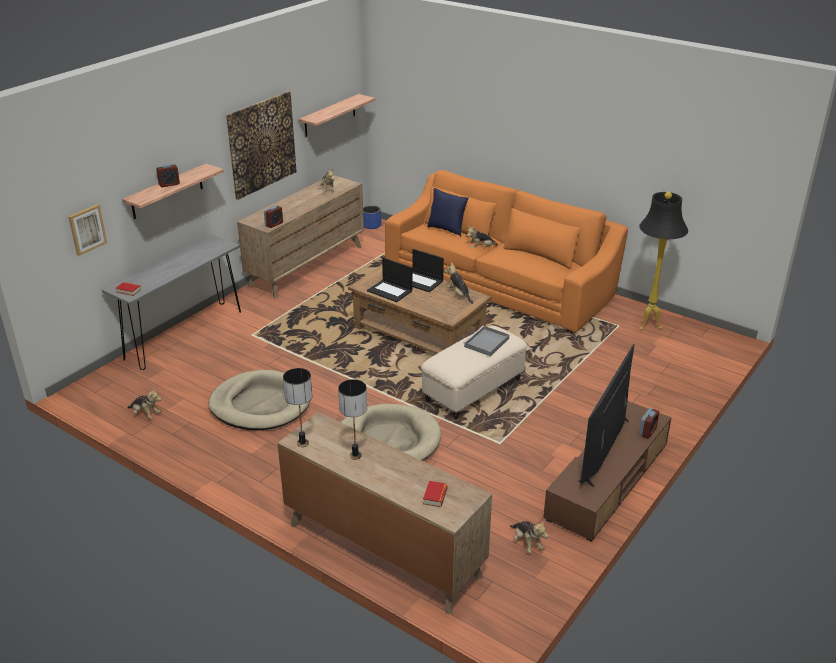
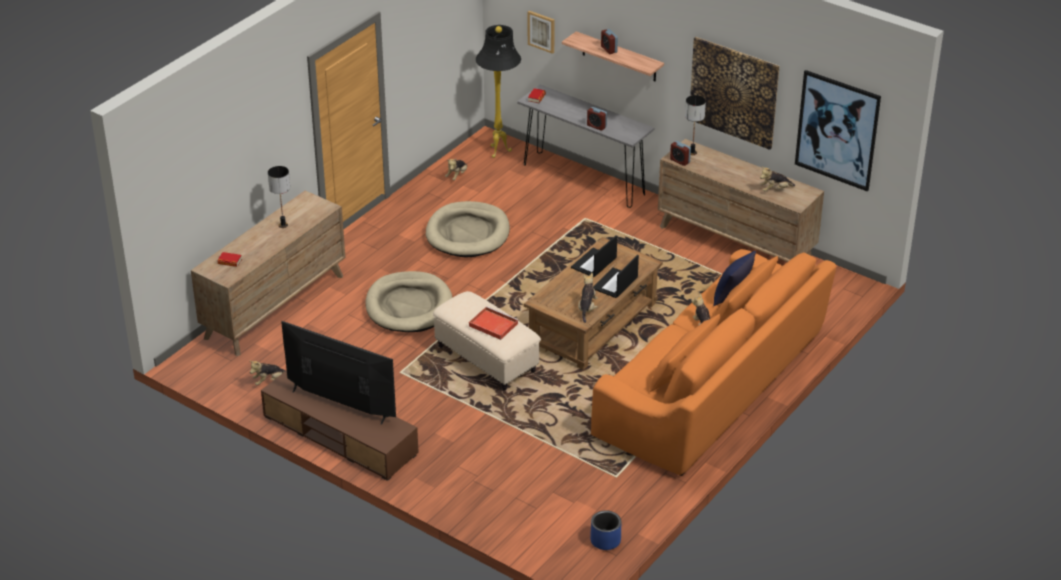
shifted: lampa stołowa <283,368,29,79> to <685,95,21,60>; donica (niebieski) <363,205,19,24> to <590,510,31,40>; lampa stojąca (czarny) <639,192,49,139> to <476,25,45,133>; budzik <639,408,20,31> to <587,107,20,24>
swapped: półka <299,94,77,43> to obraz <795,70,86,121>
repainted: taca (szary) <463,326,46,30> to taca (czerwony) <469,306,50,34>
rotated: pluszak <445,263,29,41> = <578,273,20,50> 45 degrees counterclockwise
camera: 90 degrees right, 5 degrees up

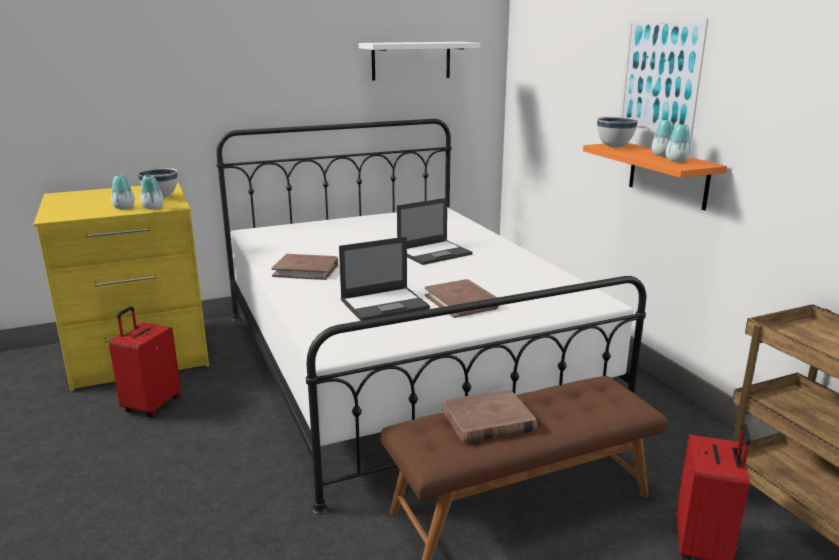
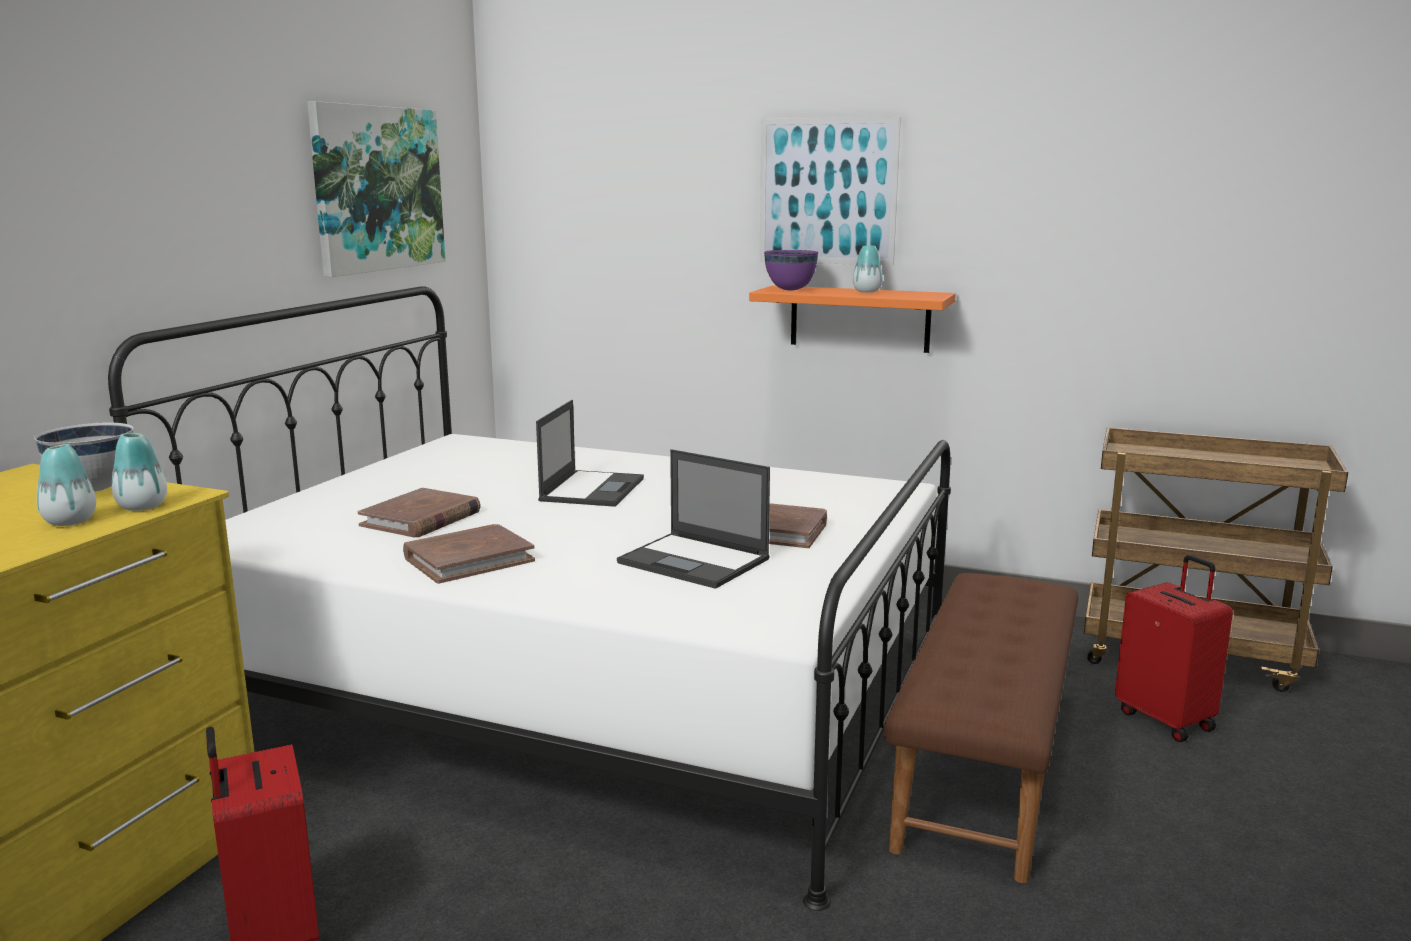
gone: wazon <666,124,25,38>
shifted: książka (brązowy) <443,389,94,54> to <358,488,123,49>
swapped: półka (biały) <358,42,122,39> to obraz <307,101,138,176>
repainted: miska (biały) <597,117,41,30> to miska (fioletowy) <764,250,55,40>
rotated: laptop <339,237,91,84> = <617,449,153,140> 105 degrees clockwise
camera: 45 degrees left, 5 degrees down

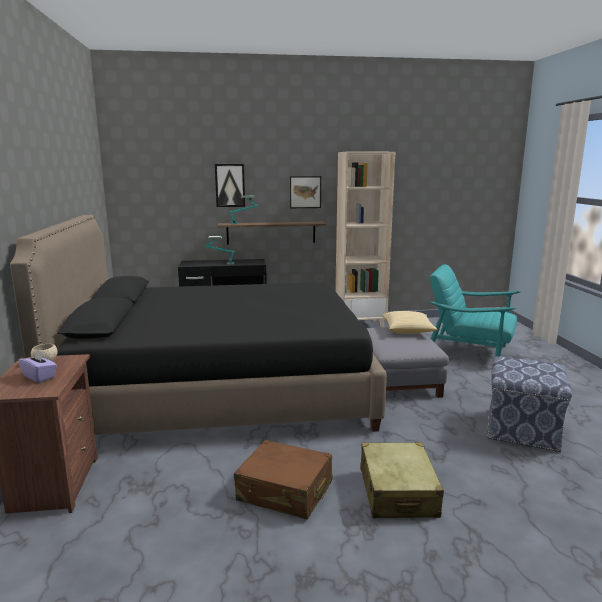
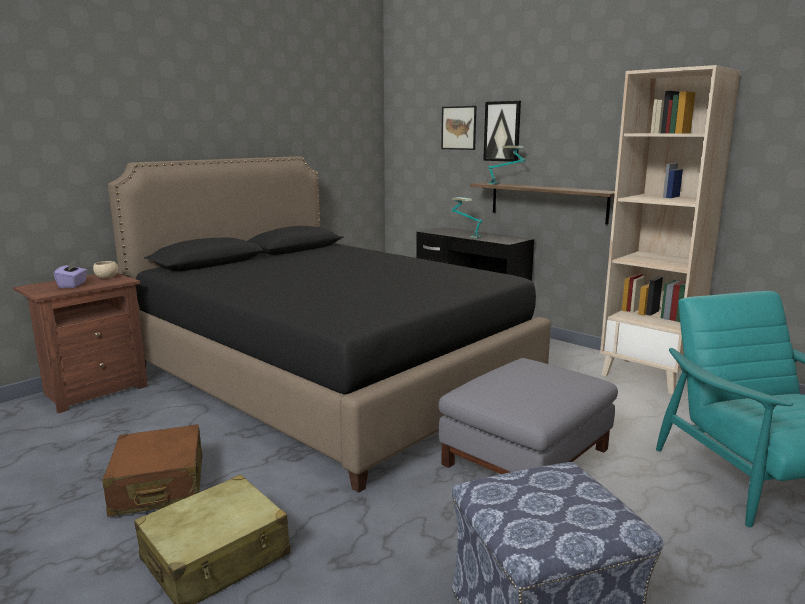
gone: poduszka <382,311,55,23>
shifted: obraz <290,176,31,32> to <441,106,36,44>
camera: 50 degrees right, 0 degrees up

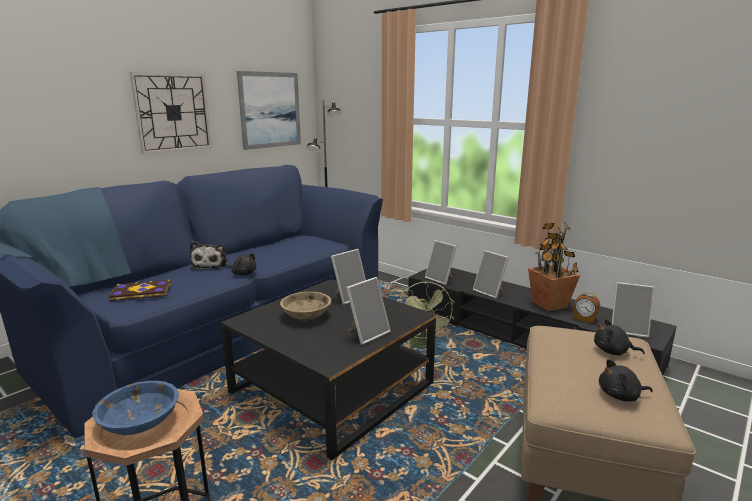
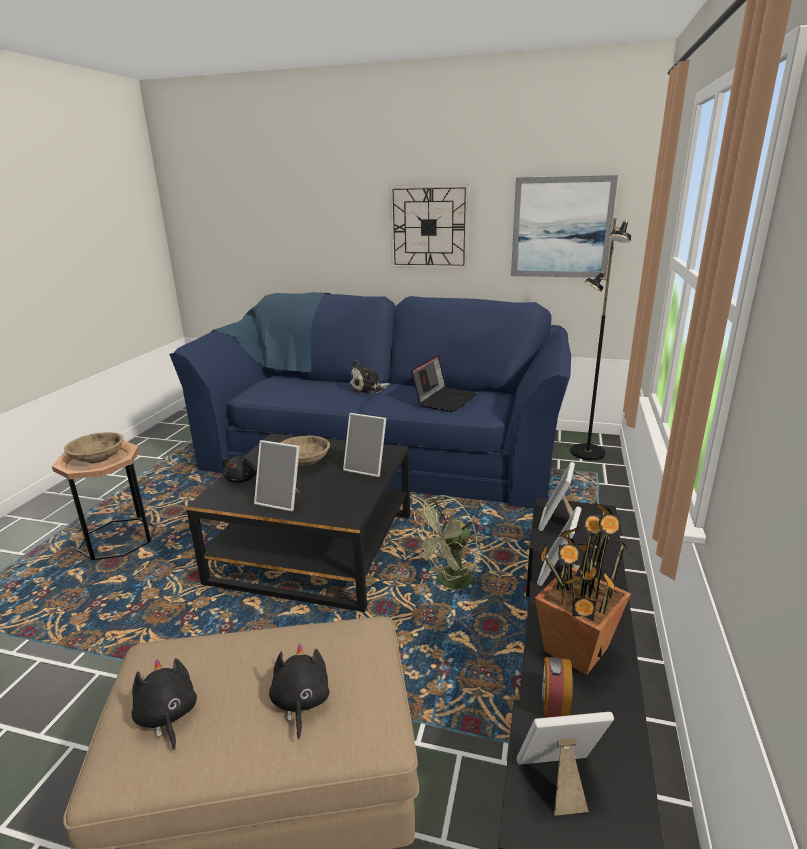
gone: książka <109,280,62,21>
new: laptop <411,355,66,57>
shifted: pluszak (czarny) <229,253,28,22> to <222,456,35,27>
repainted: miska (niebieski) <92,381,87,54> to miska (beżowy) <64,432,60,31>
rotated: ramka na zdjęcie <612,282,42,56> = <517,712,97,104> 90 degrees clockwise
camera: 65 degrees right, 5 degrees up

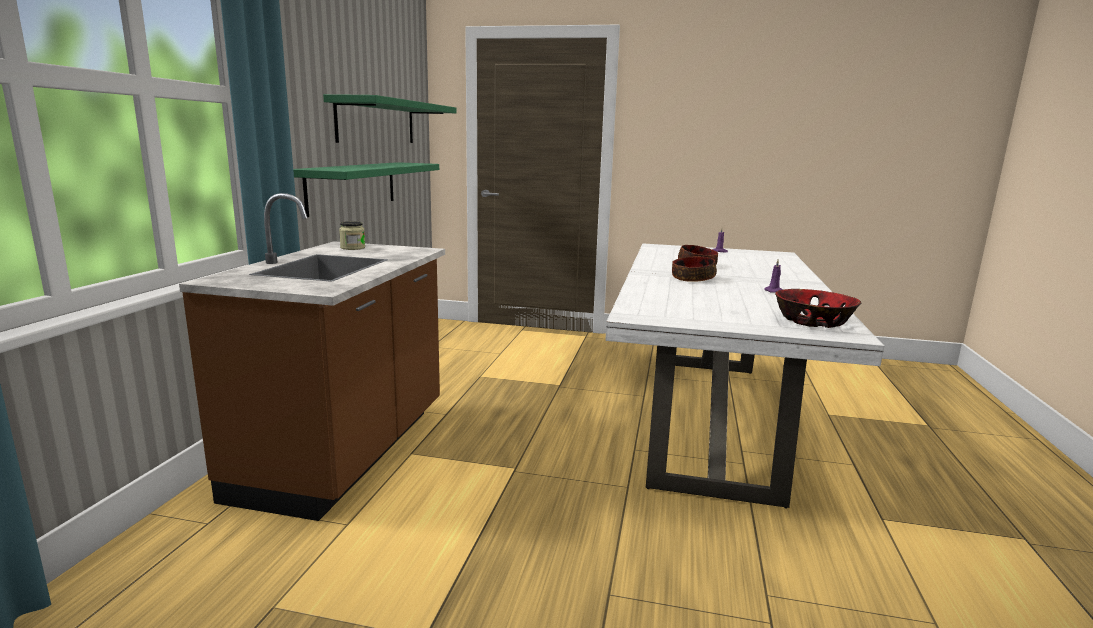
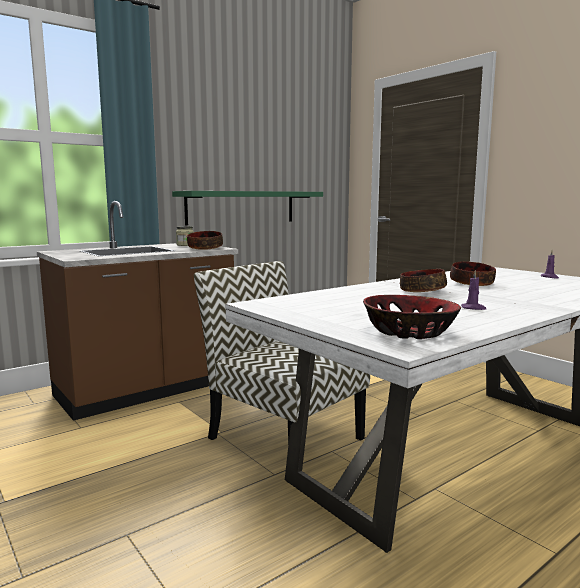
gone: półka (zielony) <323,94,134,49>
new: miska <187,231,36,19>; krzesło <194,261,176,183>
camera: 40 degrees right, 5 degrees down

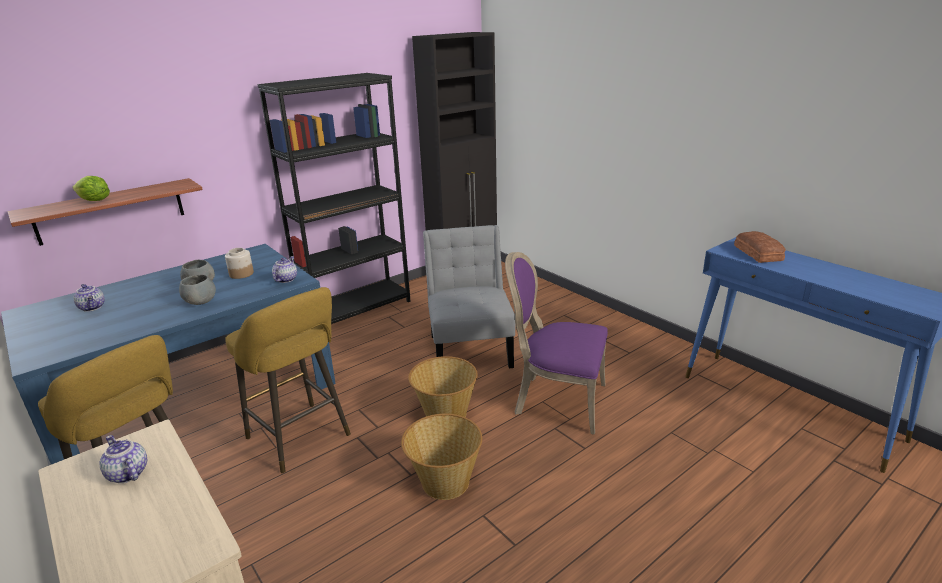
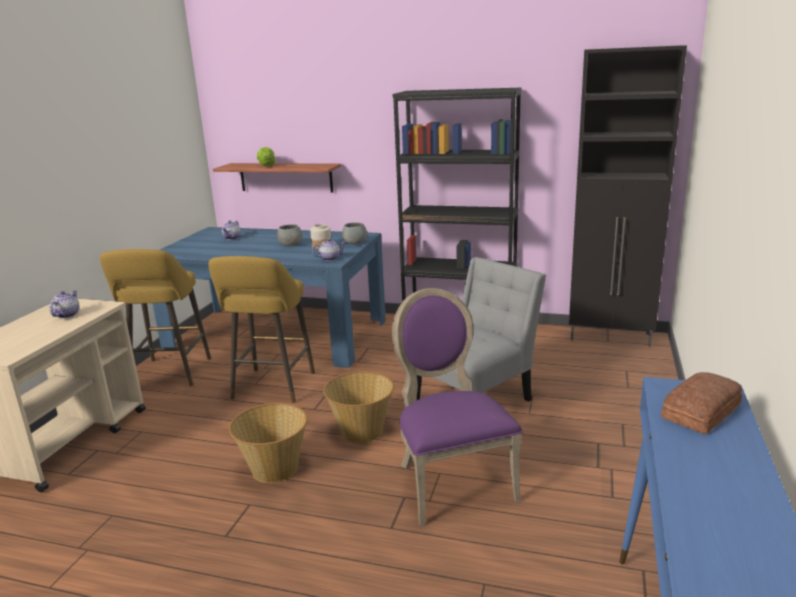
shifted: miska (szary) <179,274,37,31> to <342,222,25,23>
camera: 55 degrees right, 5 degrees down

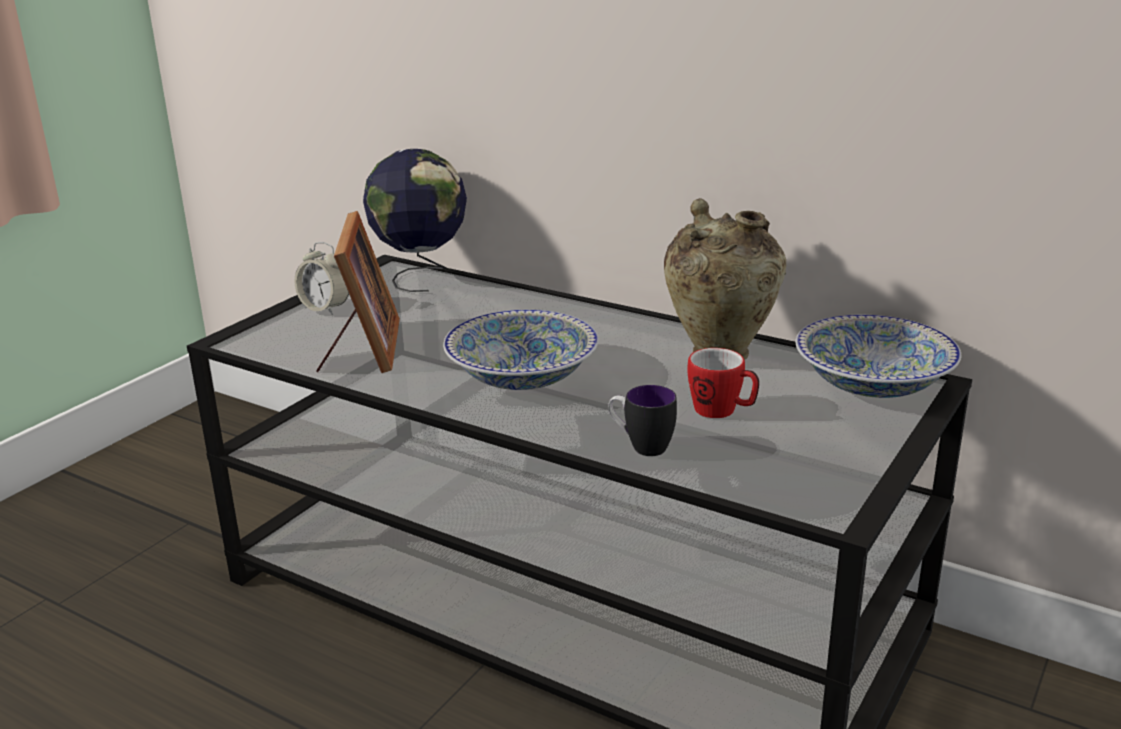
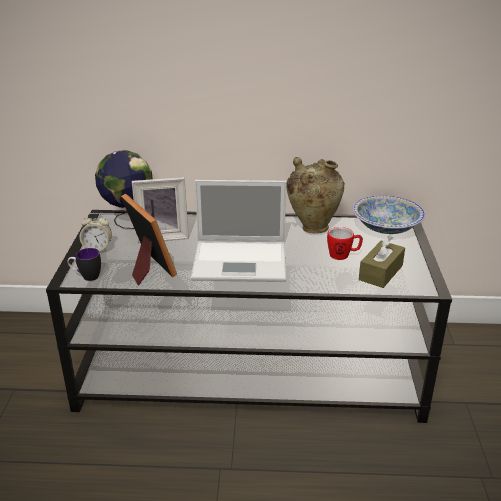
new: ramka na zdjęcie <132,177,57,66>; pudełko chusteczek (brązowy) <359,235,46,53>
shifted: kubek <608,385,69,71> to <67,248,34,33>
swapped: miska <443,310,156,80> to laptop <191,180,95,102>
camera: 30 degrees left, 5 degrees up

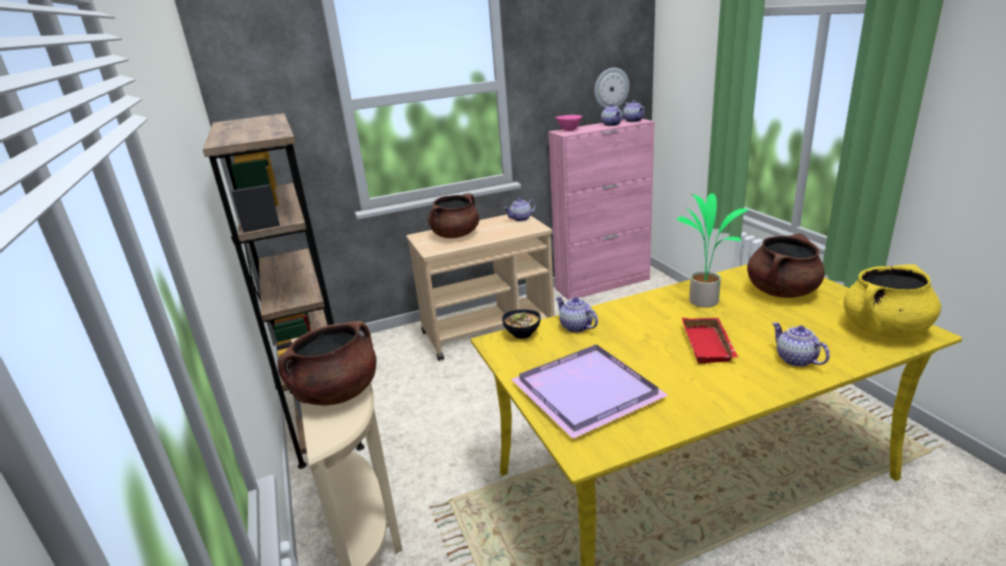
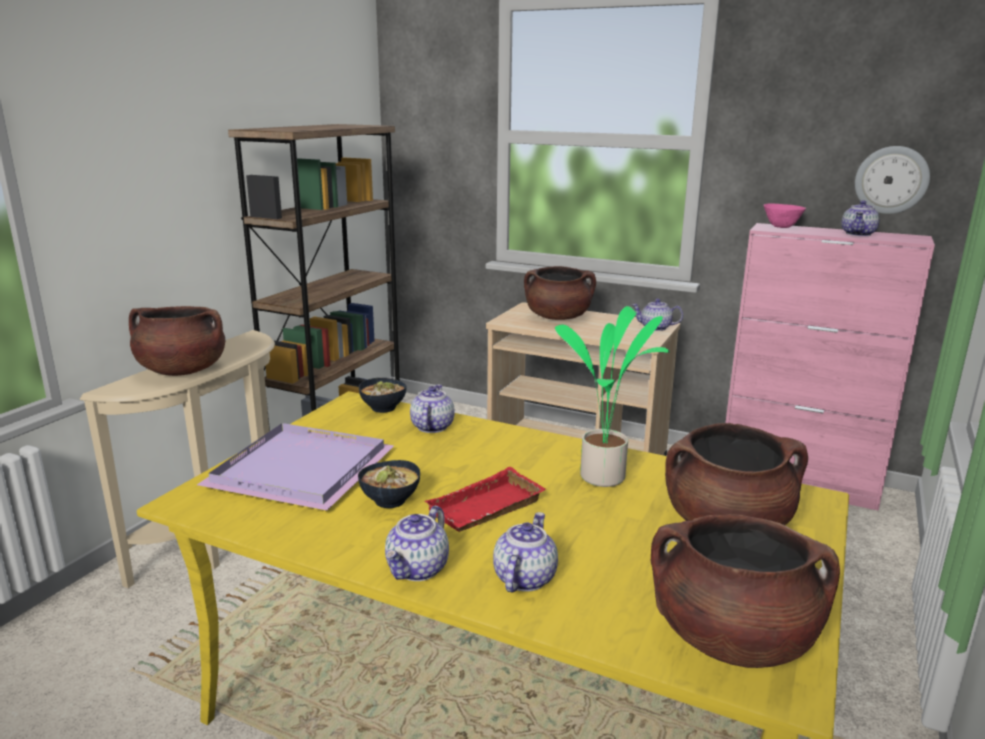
new: miska <358,460,62,48>
shifted: imbryk <623,100,21,22> to <385,506,64,75>
repainted: garnek (żółty) <843,264,98,73> to garnek (brązowy) <651,514,189,154>
camera: 45 degrees right, 5 degrees down

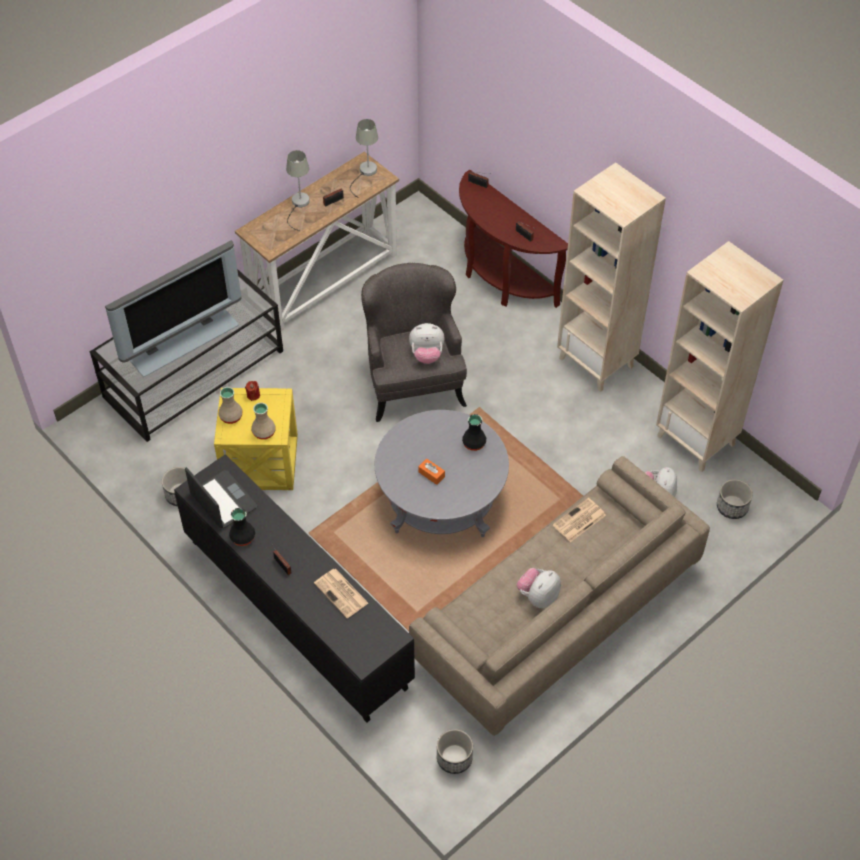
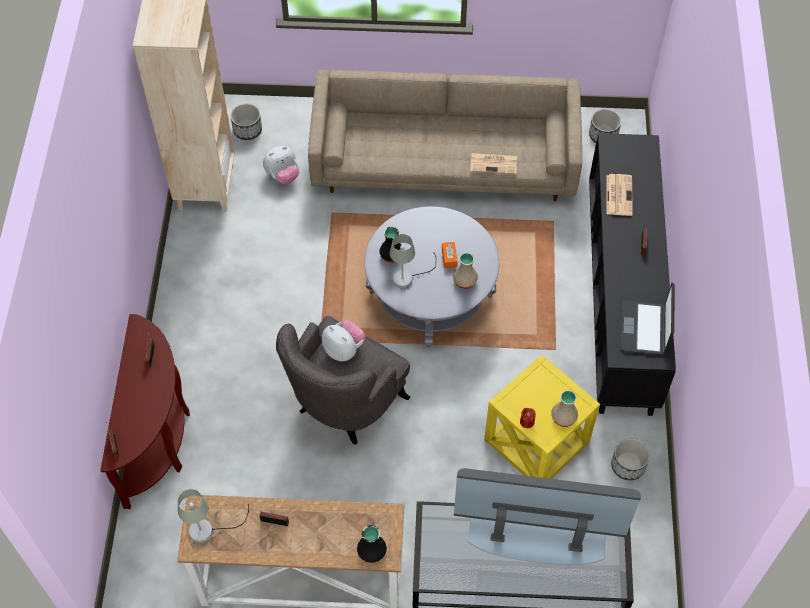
gone: pluszak <517,568,44,40>; regał (beżowy) <557,162,109,230>
shifted: wazon (czarny) <229,508,26,38> to <357,525,30,38>; wazon (beżowy) <251,403,25,37> to <453,252,25,37>; lampa stołowa (szary) <286,150,24,81> to <390,234,46,54>; gazeta <553,498,53,44> to <470,153,47,21>
camera: 135 degrees left, 5 degrees up

